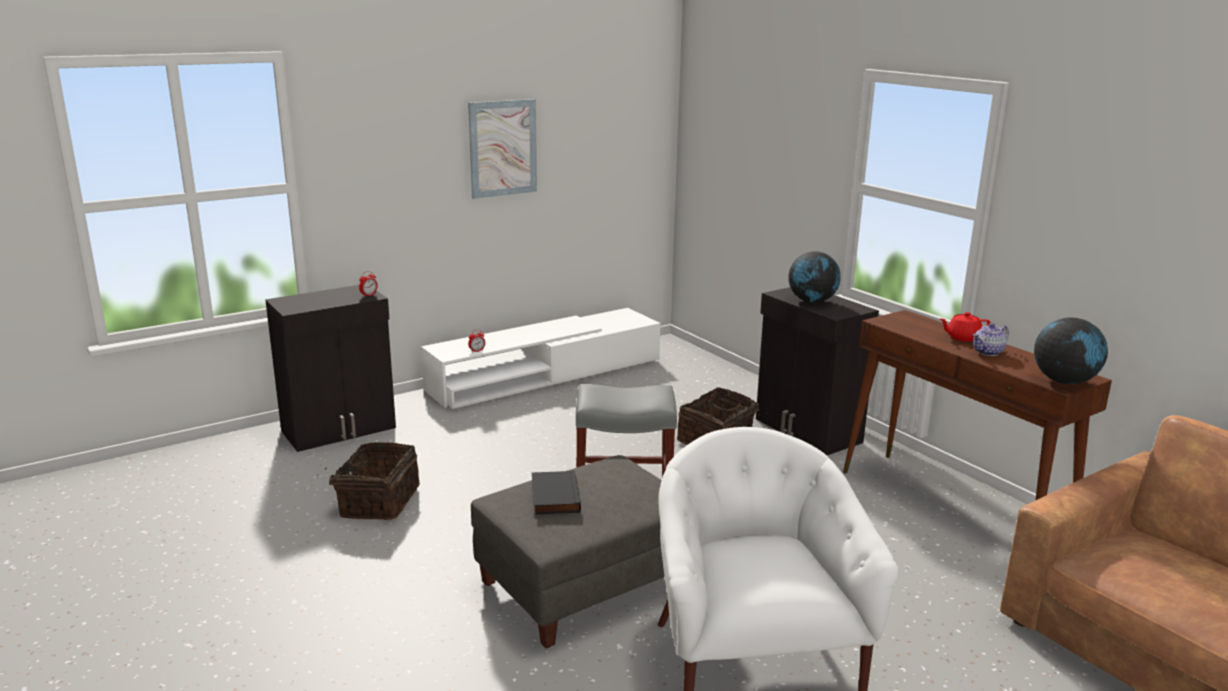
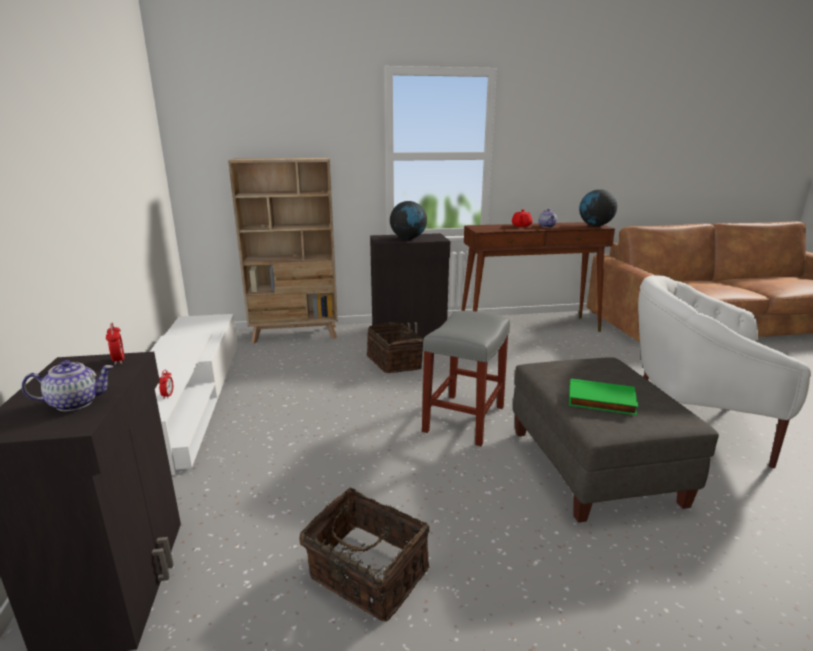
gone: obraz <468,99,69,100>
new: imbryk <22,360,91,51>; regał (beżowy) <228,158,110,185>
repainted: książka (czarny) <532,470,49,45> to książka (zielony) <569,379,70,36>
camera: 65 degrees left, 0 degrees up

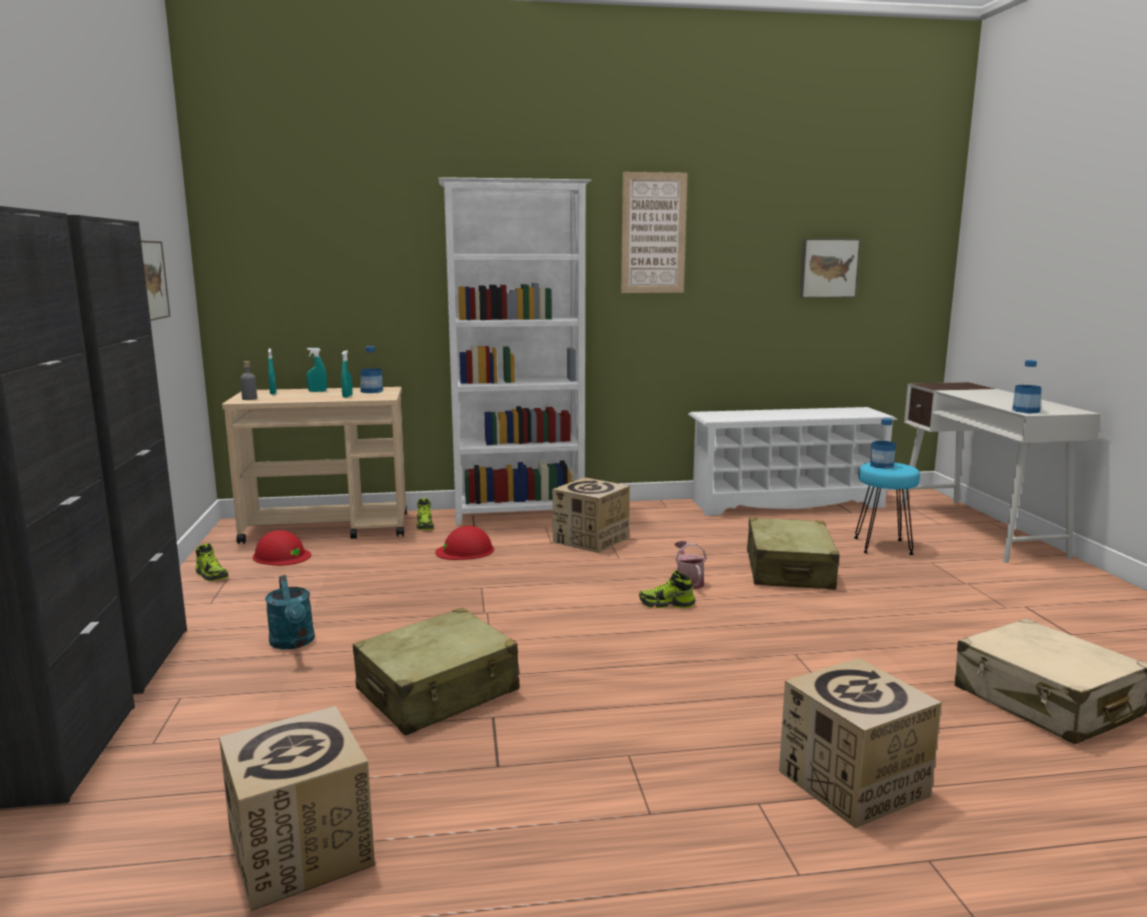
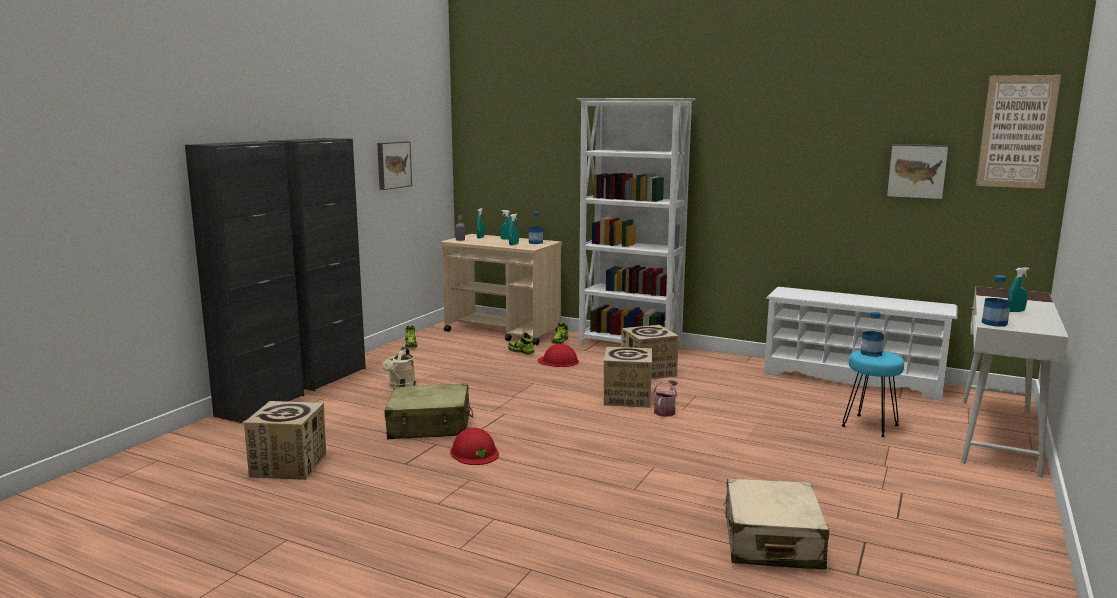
gone: walizka (beżowy) <747,518,93,72>
new: spryskiwacz (turkusowy) <1008,267,21,45>
shifted: kask (czerwony) <253,530,58,36> to <450,428,49,37>; obraz <621,172,67,121> to <976,75,85,114>; but <639,570,56,38> to <508,333,26,22>; karton <779,658,163,170> to <604,347,48,61>
repainted: konewka (turkusowy) <265,575,50,74> to konewka (beżowy) <382,347,34,41>
camera: 35 degrees right, 0 degrees up

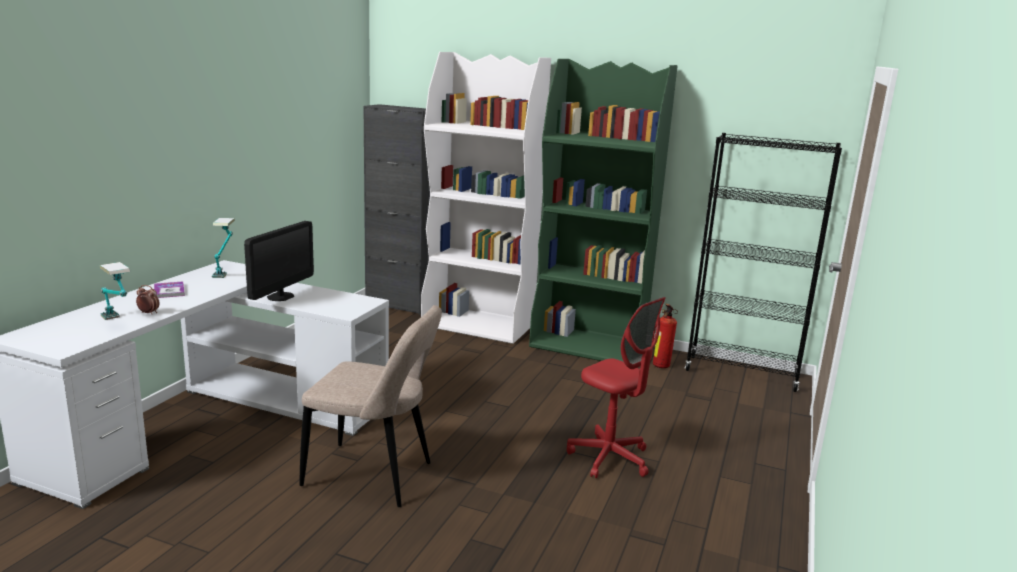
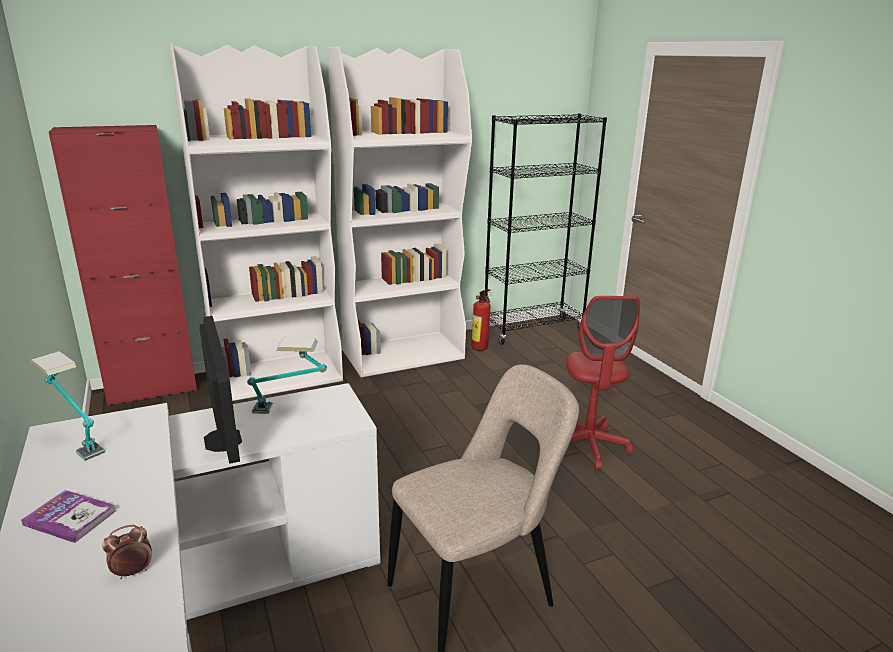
shifted: lampa stołowa <100,262,30,58> to <247,338,80,76>
repainted: szafka (czarny) <364,104,66,211> to szafka (czerwony) <49,125,148,281>; regał (zielony) <529,59,148,303> to regał (biały) <328,47,144,331>
rotated: krzesło biurowe (czerwony) <567,297,99,181> = <566,296,74,175> 90 degrees clockwise
camera: 45 degrees left, 5 degrees up

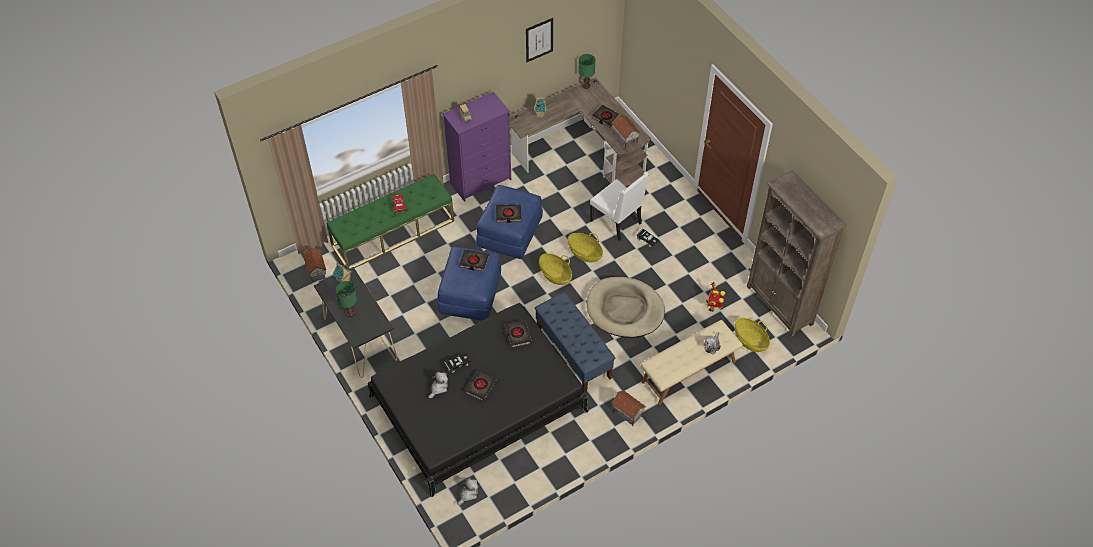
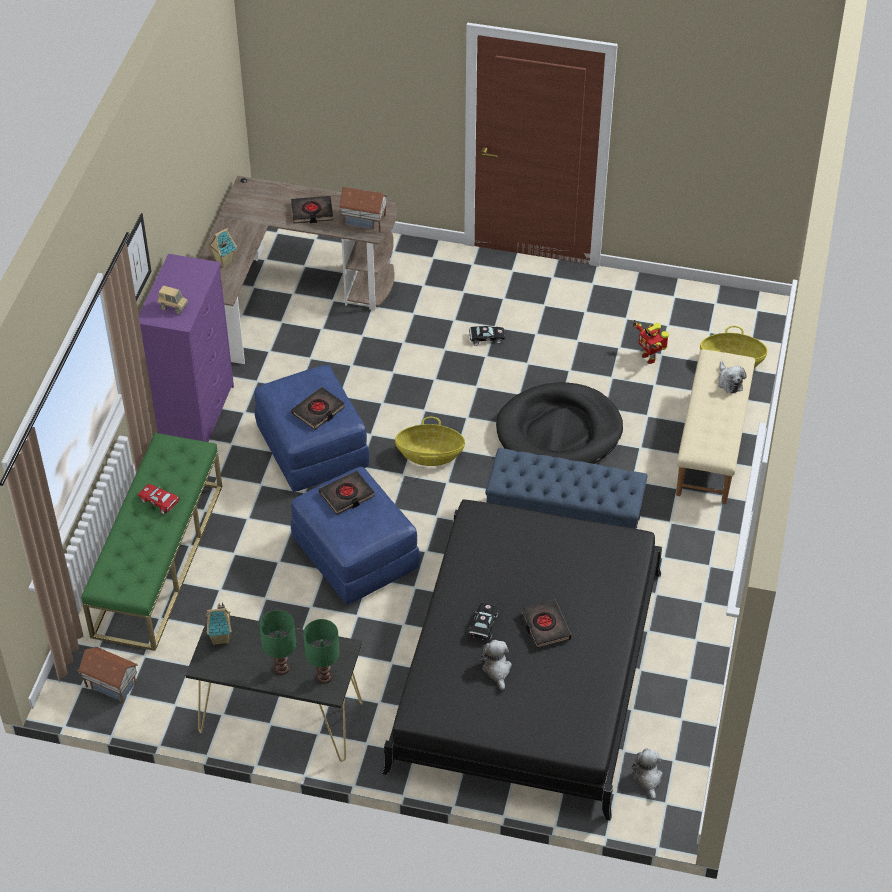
gone: książka (czarny) <505,320,27,28>; koszyk <568,233,35,29>; krzesło (biały) <590,172,59,69>; domek <611,390,35,36>; regał (brązowy) <747,170,99,167>
shifted: obraz <526,18,27,44> to <126,213,25,89>; lampa stołowa (zielony) <578,54,17,35> to <303,619,37,65>
repainted: legowisko (beżowy) <587,277,78,61> to legowisko (czarny) <496,382,127,82>
camera: 45 degrees left, 5 degrees down

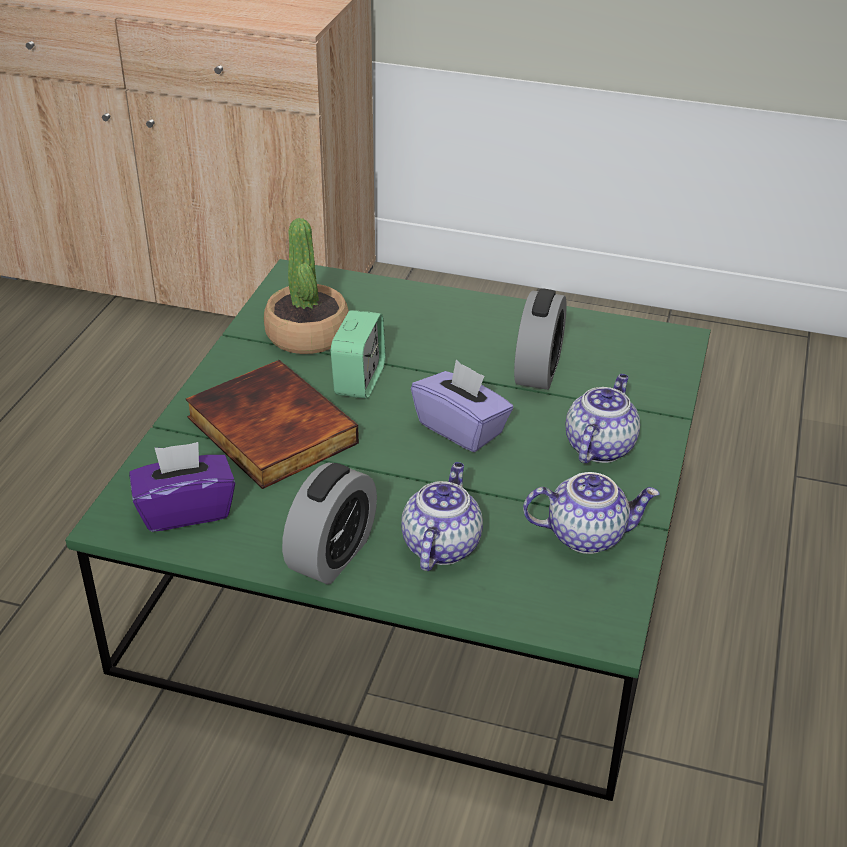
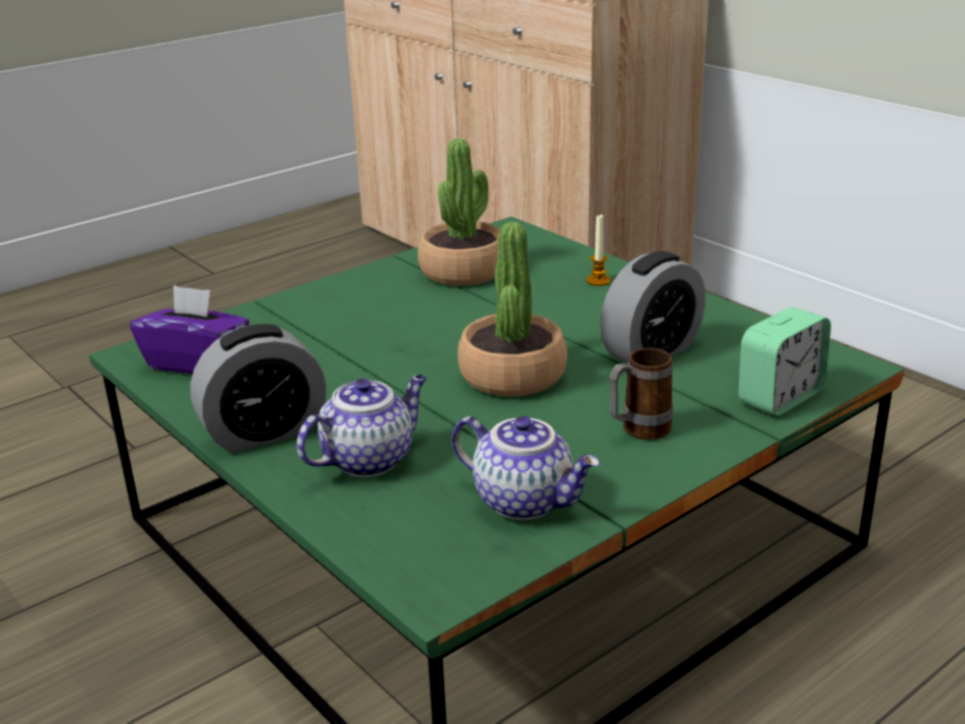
gone: książka <186,360,173,129>
new: świeca <587,215,24,71>
shifted: budzik <331,310,55,89> to <738,307,93,109>
swapped: pudełko chusteczek (fioletowy) <411,360,102,92> to roślina doniczkowa <457,222,110,175>; imbryk <565,374,75,89> to kubek <610,348,63,92>
camera: 35 degrees right, 10 degrees down

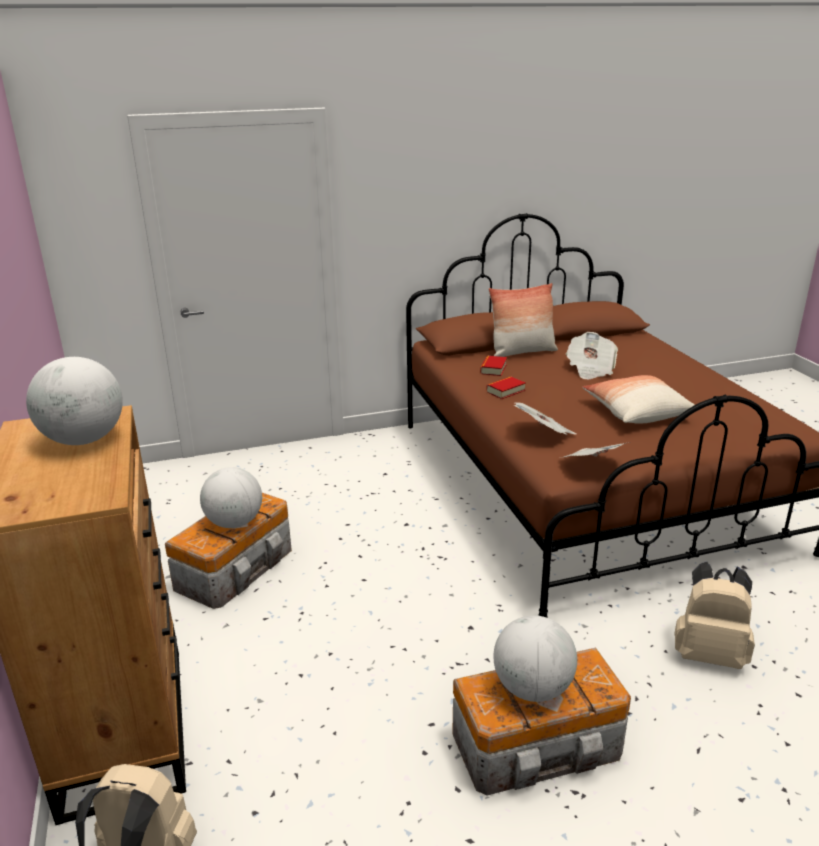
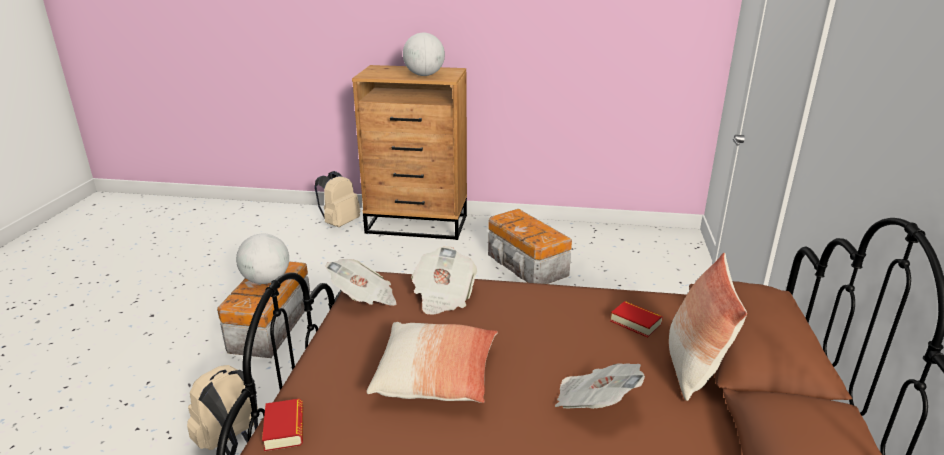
gone: globus <200,467,62,61>
shifted: książka <486,377,40,22> to <262,399,41,52>
camera: 115 degrees right, 0 degrees up

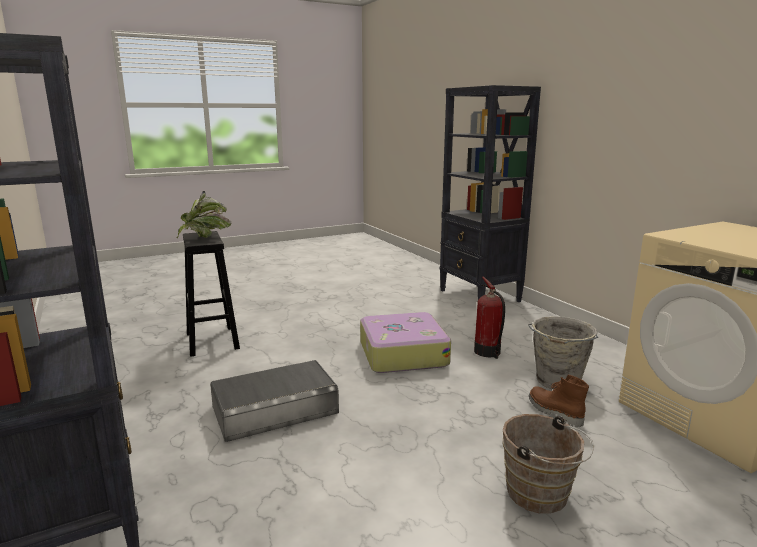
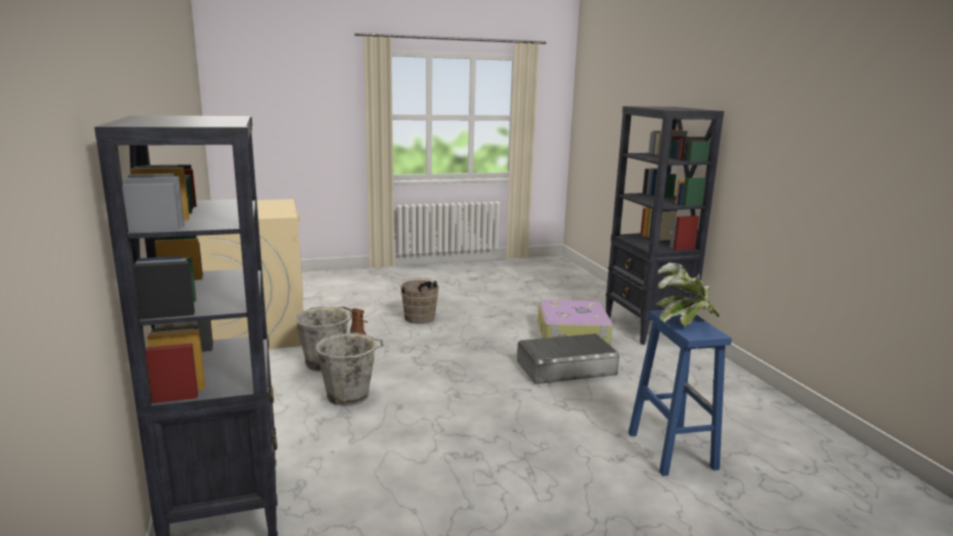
shifted: walizka <360,312,91,61> to <538,300,75,45>
swapped: gaśnica <474,277,31,82> to wiadro (szary) <315,332,68,74>
repainted: stołek (czarny) <183,231,57,126> to stołek (niebieski) <628,310,104,166>
camera: 170 degrees left, 0 degrees up

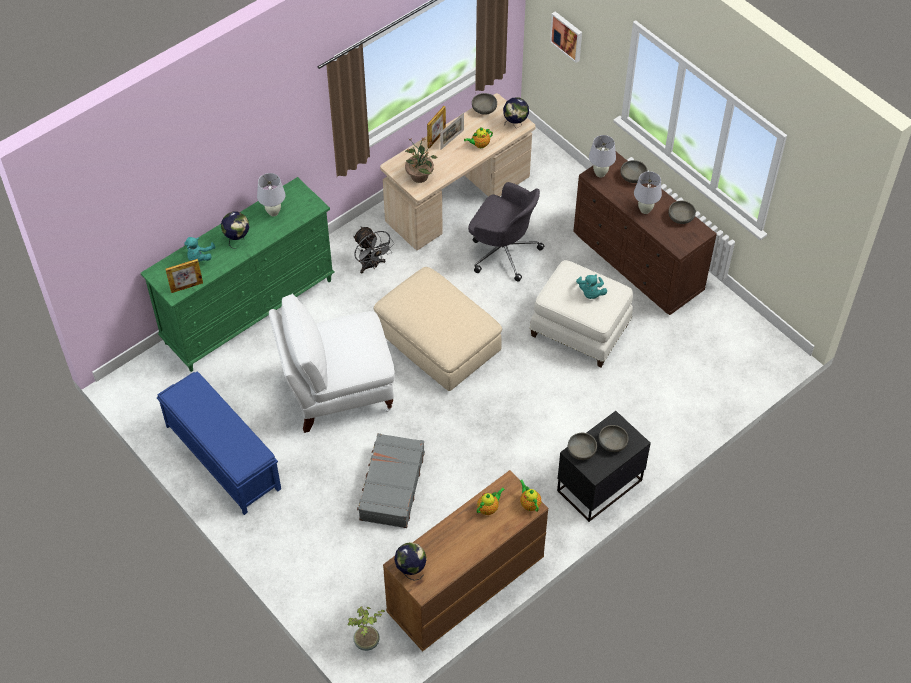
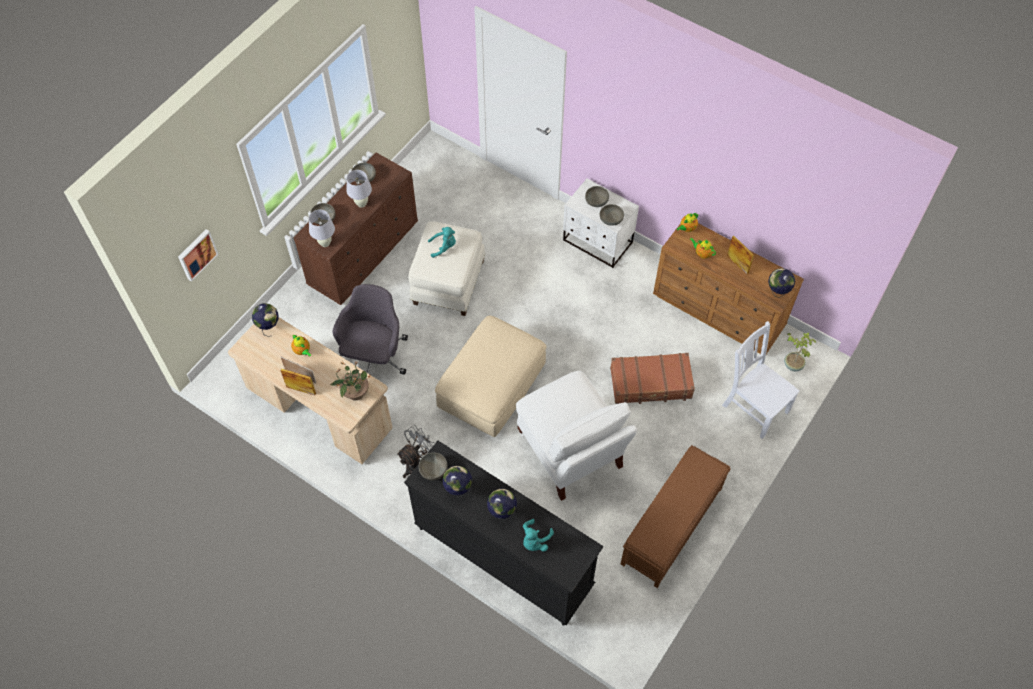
new: krzesło (biały) <722,321,77,118>
shifted: ramka na zdjęcie <165,259,38,34> to <727,236,27,39>; miska (szary) <472,93,25,22> to <418,452,29,28>
swapped: lampa stołowa (biały) <257,173,29,44> to globus <443,466,29,31>
repainted: komoda (zielony) <141,177,194,195> to komoda (czarny) <404,441,199,185>; ławka (niebieski) <157,372,124,143> to ławka (brązowy) <621,445,110,143>; walizka (szary) <357,433,68,95> to walizka (brązowy) <610,353,85,51>; szafka nocna (czarny) <557,411,94,111> to szafka nocna (biały) <563,179,76,89>
rotated: pluszak (turkusowy) <184,237,31,25> = <523,519,31,33> 120 degrees clockwise
camera: 105 degrees left, 5 degrees up

